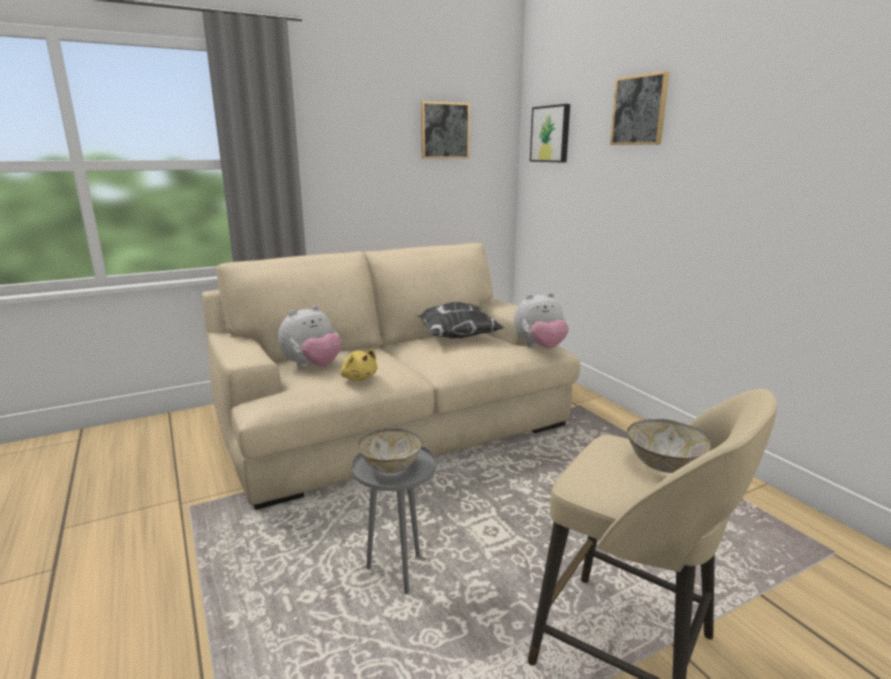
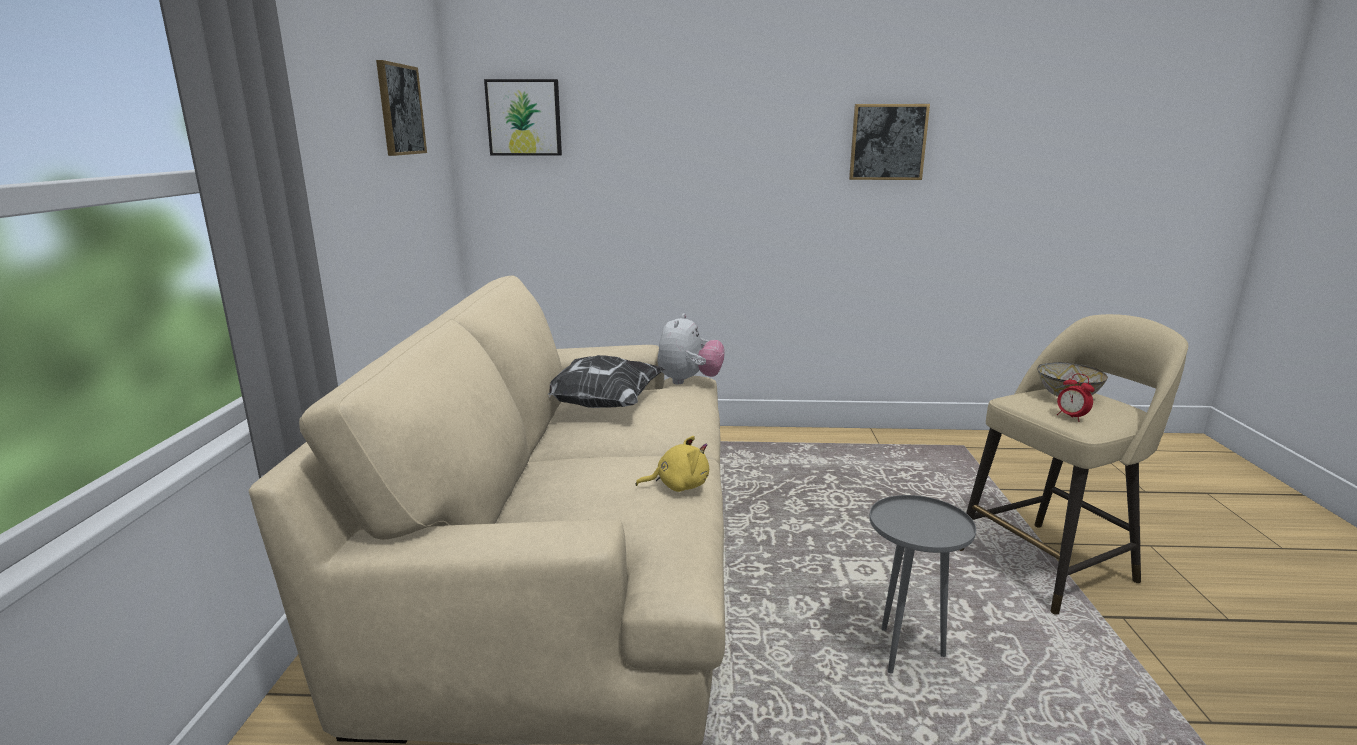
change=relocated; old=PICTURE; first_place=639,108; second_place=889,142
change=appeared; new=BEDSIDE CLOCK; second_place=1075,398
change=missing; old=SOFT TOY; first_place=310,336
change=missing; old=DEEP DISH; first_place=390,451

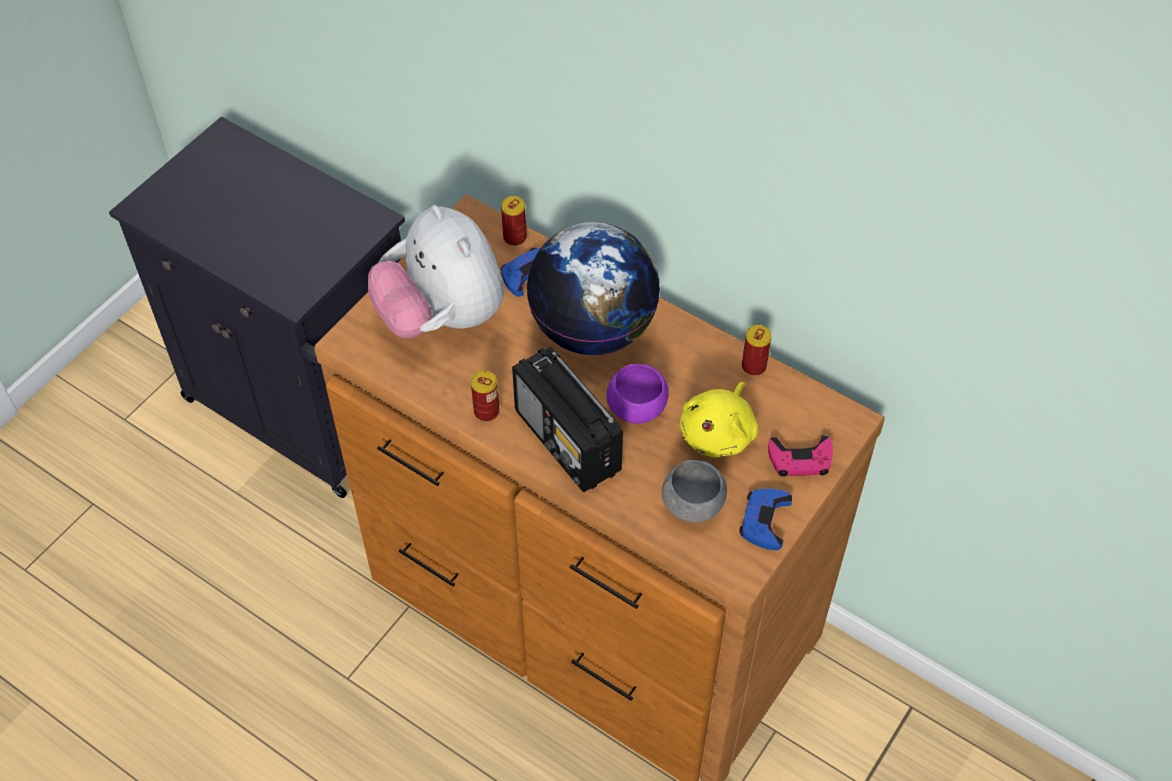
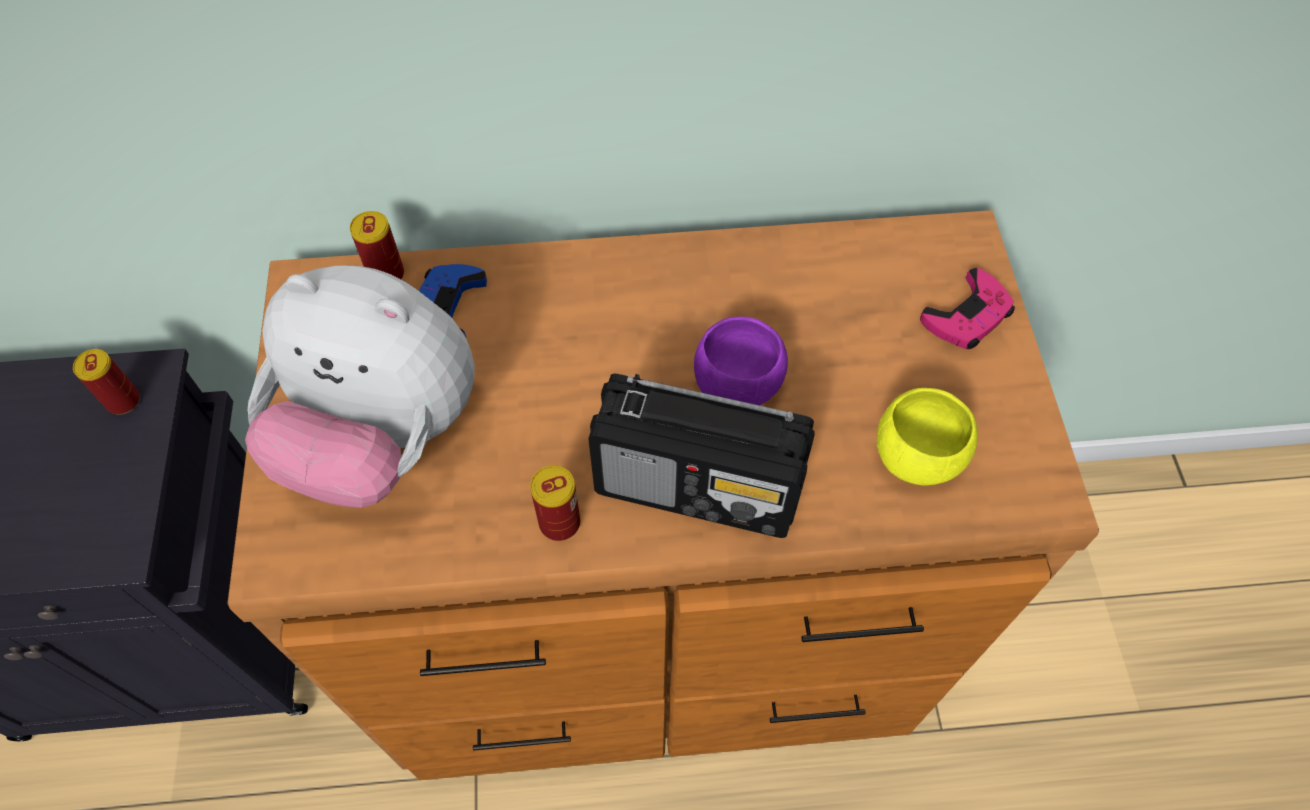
change=relocated; old=CAN; first_place=757,350; second_place=106,382
change=colour; old=GREY DEEP DISH; new=YELLOW DEEP DISH; first_place=694,491; second_place=927,437
change=missing; old=GLOBE; first_place=593,288
change=missing; old=YELLOW SOFT TOY; first_place=719,420
change=missing; old=BLUE-COLOURED GAME CONTROLLER; first_place=766,519

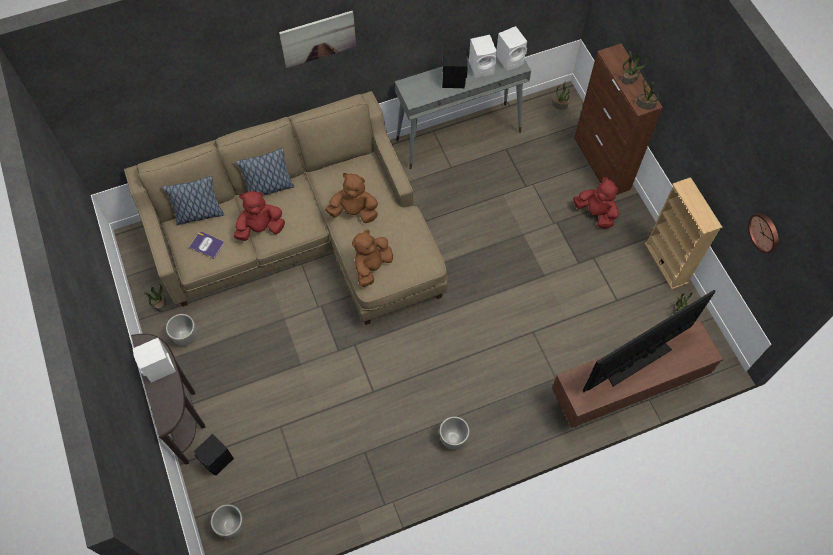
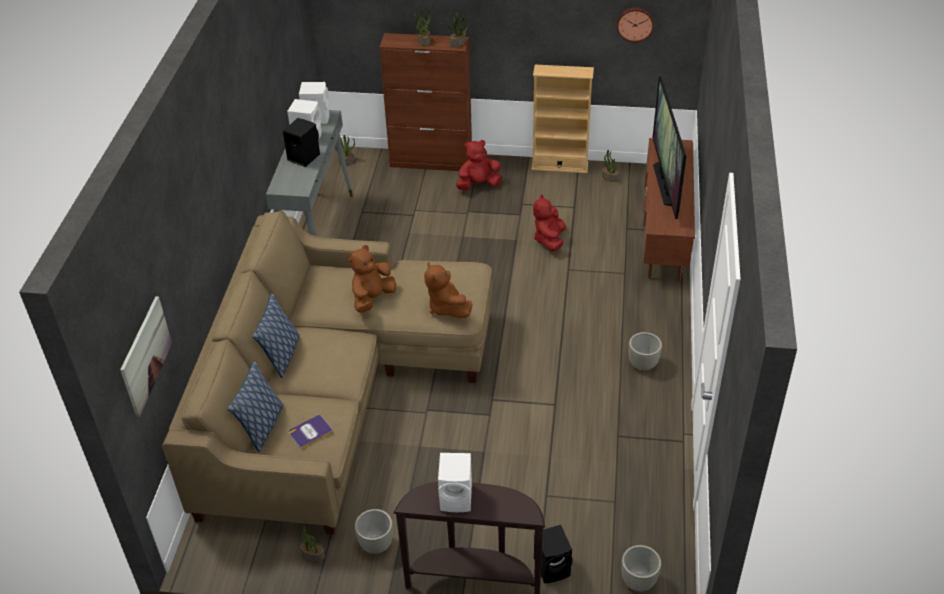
change=relocated; old=PICTURE; first_place=317,39; second_place=146,356
change=relocated; old=RED-COLOURED SOFT TOY; first_place=259,216; second_place=549,223

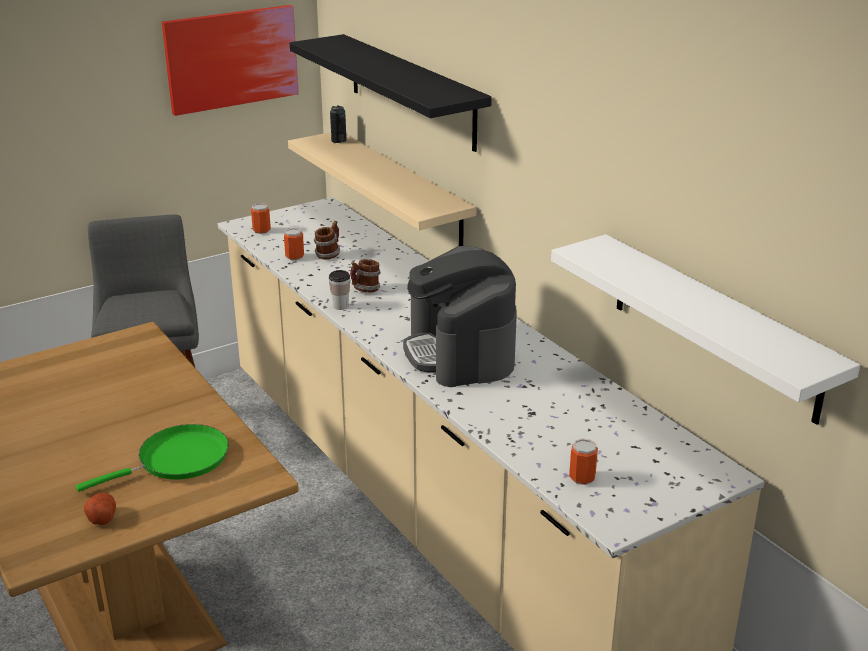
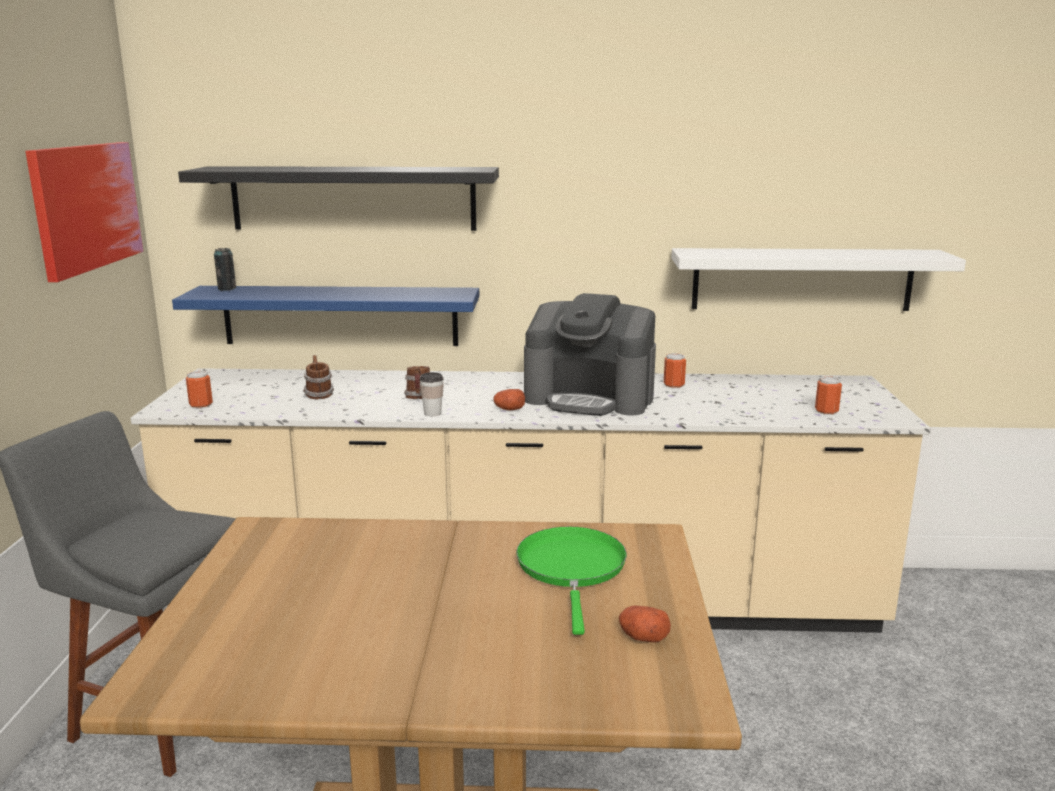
change=colour; old=BEIGE WALL SHELF; new=BLUE-COLOURED WALL SHELF; first_place=382,189; second_place=325,316
change=appeared; new=POTATO; second_place=509,399
change=relocated; old=CAN; first_place=294,244; second_place=675,370

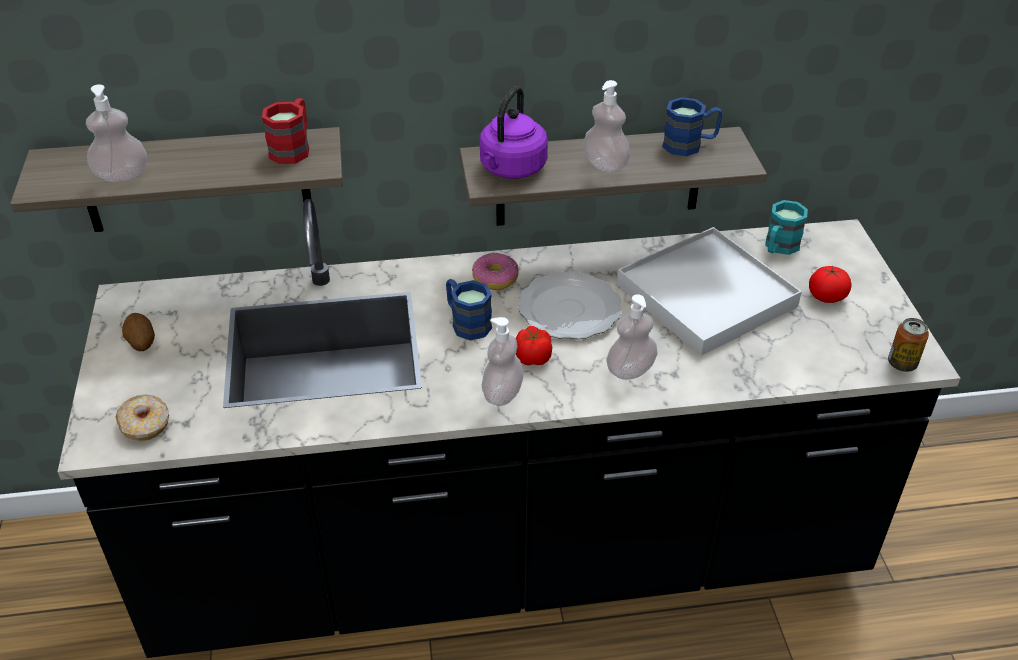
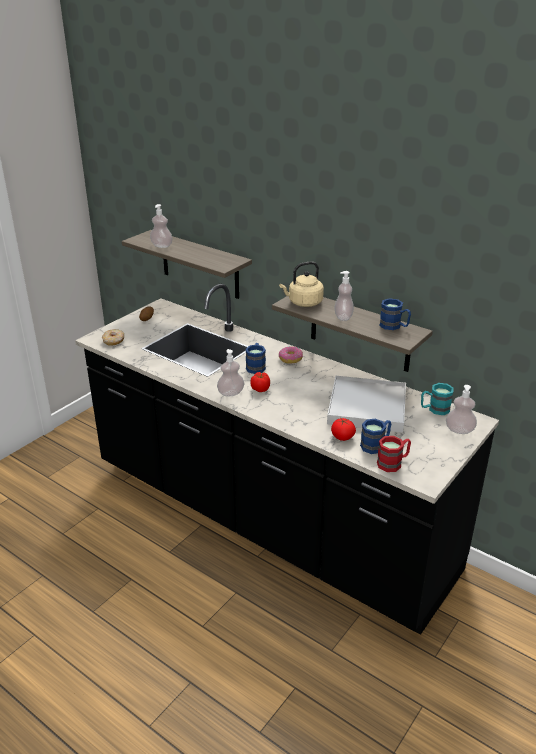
change=colour; old=PURPLE-COLOURED TEA KETTLE; new=BEIGE TEA KETTLE; first_place=514,132; second_place=301,284
change=relocated; old=FRESH TOMATO; first_place=830,284; second_place=343,429
change=appeared; new=BLUE-COLOURED COFFEE MUG; second_place=375,436
change=relocated; old=RED-COLOURED COFFEE MUG; first_place=285,131; second_place=394,454
change=relocated; old=SOAP BOTTLE; first_place=631,337; second_place=461,409
change=missing; old=PLATE; first_place=570,305
change=missing; old=CAN; first_place=908,345

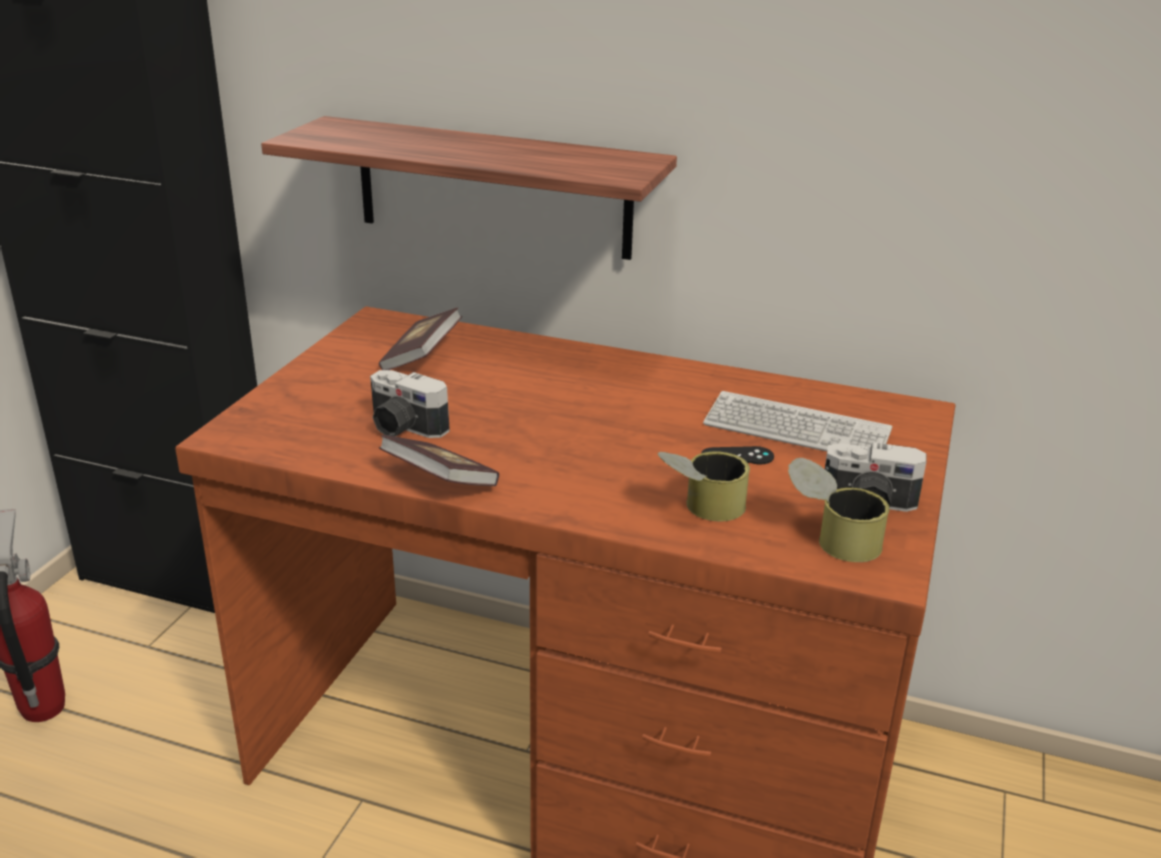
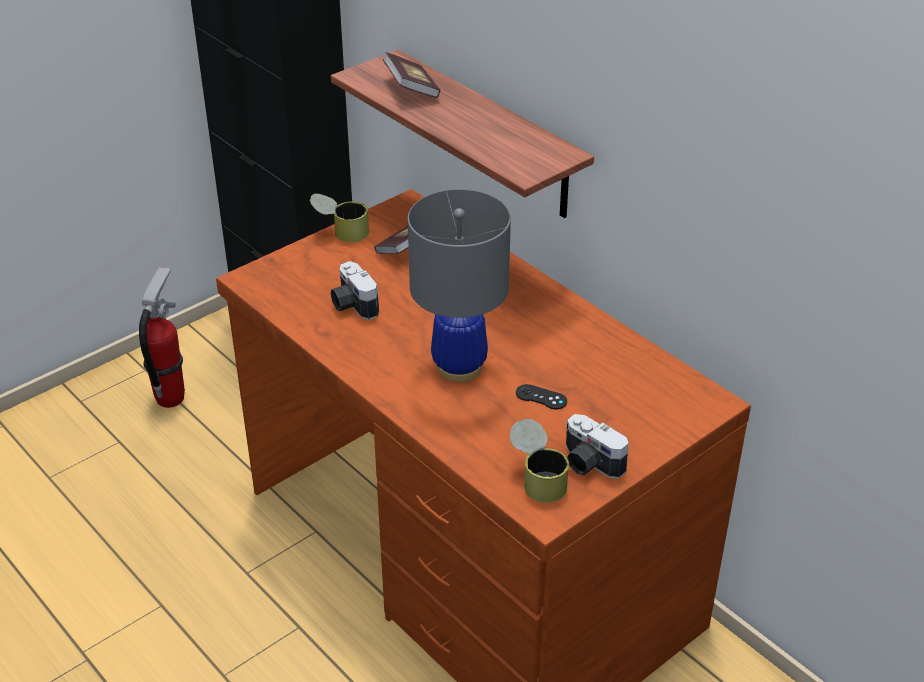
change=relocated; old=CAN; first_place=704,486; second_place=339,218
change=relocated; old=BOOK; first_place=439,460; second_place=411,75
change=appeared; new=GREY TABLETOP LAMP; second_place=459,285
change=missing; old=COMPUTER KEYBOARD; first_place=797,421

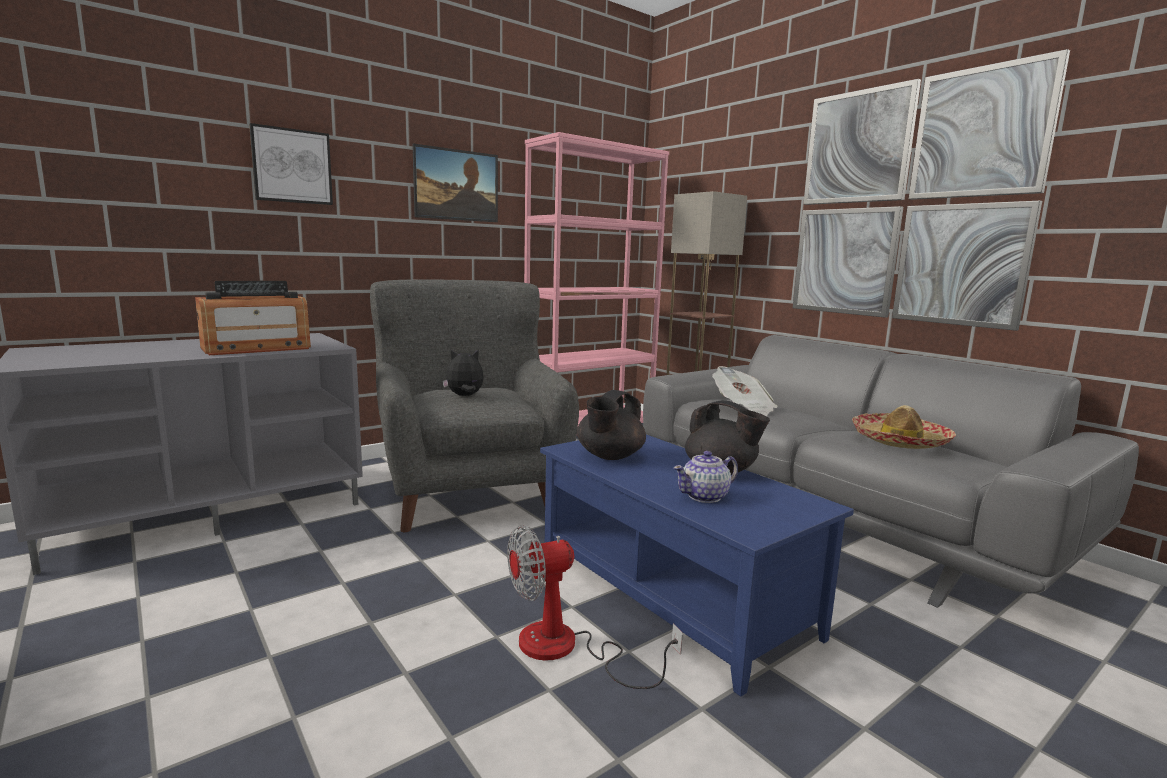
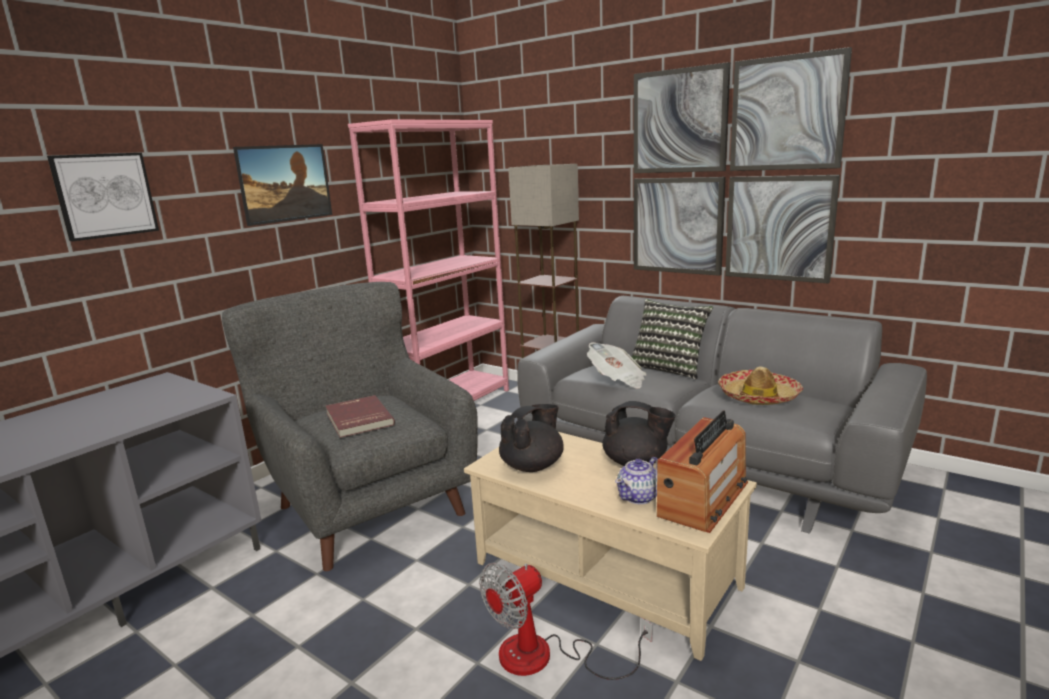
change=exchanged; old=SOFT TOY; new=RED-COLOURED BOOK; first_place=463,372; second_place=360,416
change=colour; old=BLUE-COLOURED COFFEE TABLE; new=BEIGE COFFEE TABLE; first_place=697,565; second_place=610,546
change=spun; old=BLACK-COLOURED TEA POT; first_place=611,425; second_place=531,438; degrees=-150
change=appeared; new=PILLOW; second_place=672,339
change=relocated; old=RADIO RECEIVER; first_place=253,317; second_place=702,472

